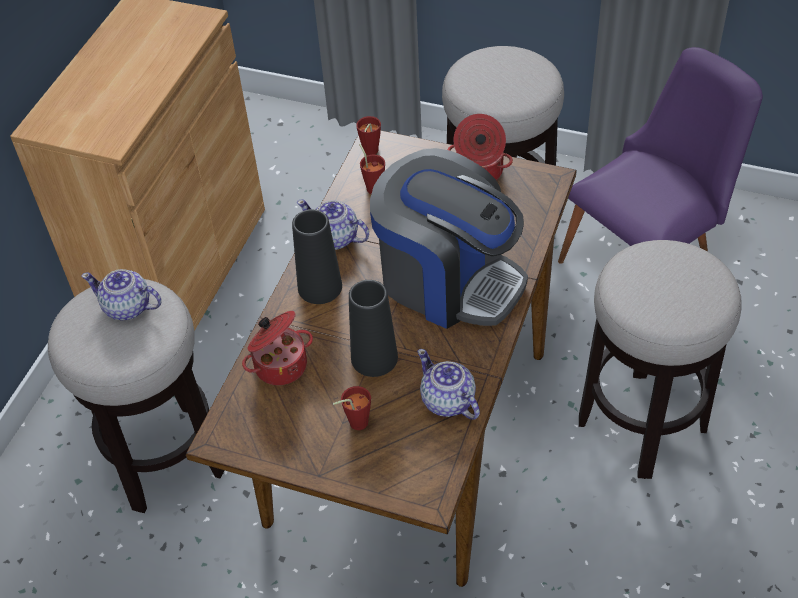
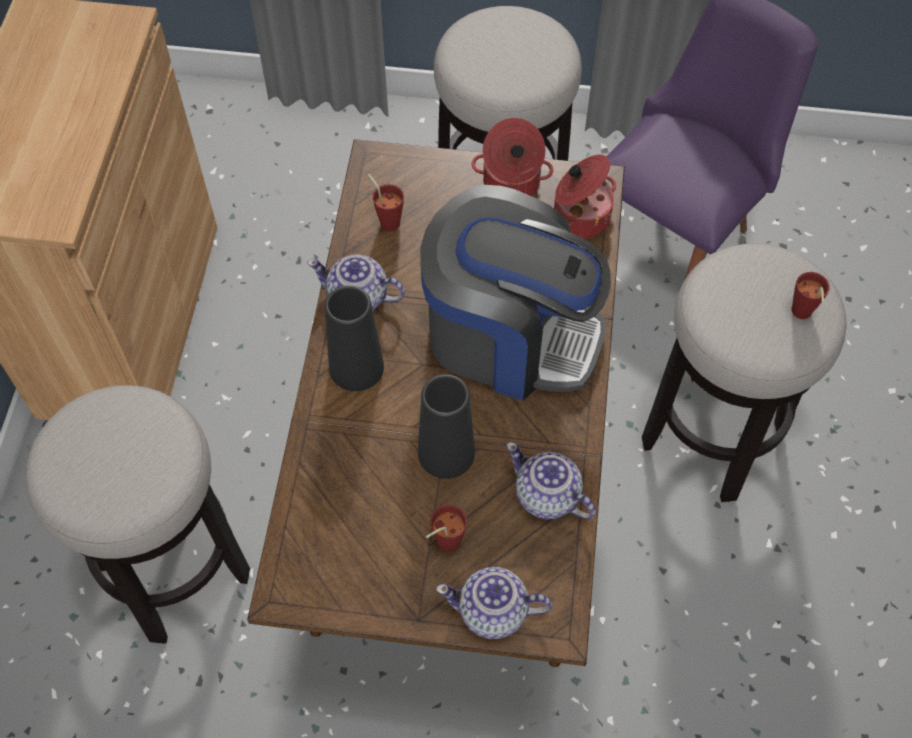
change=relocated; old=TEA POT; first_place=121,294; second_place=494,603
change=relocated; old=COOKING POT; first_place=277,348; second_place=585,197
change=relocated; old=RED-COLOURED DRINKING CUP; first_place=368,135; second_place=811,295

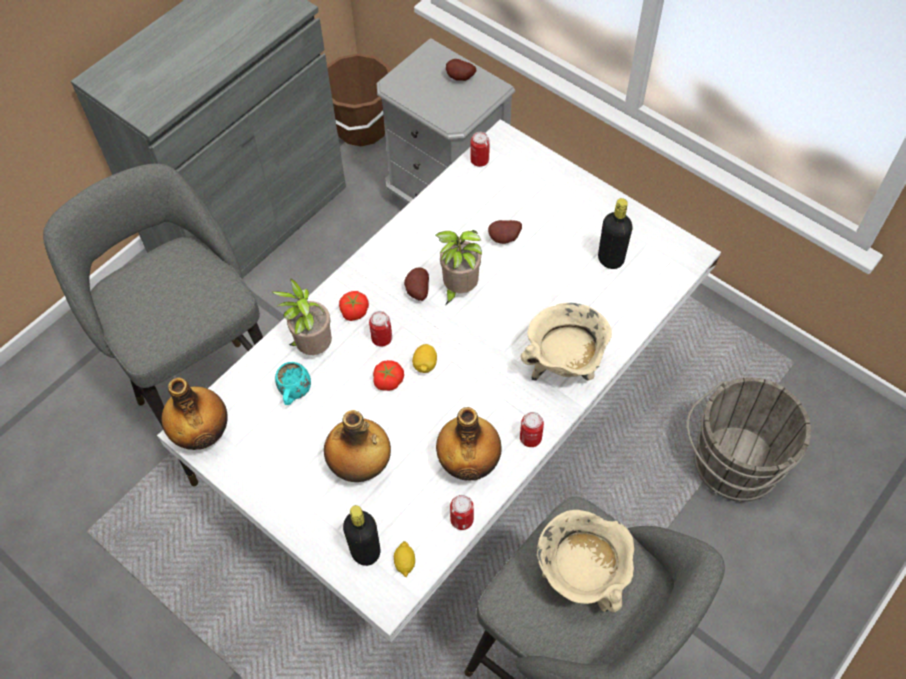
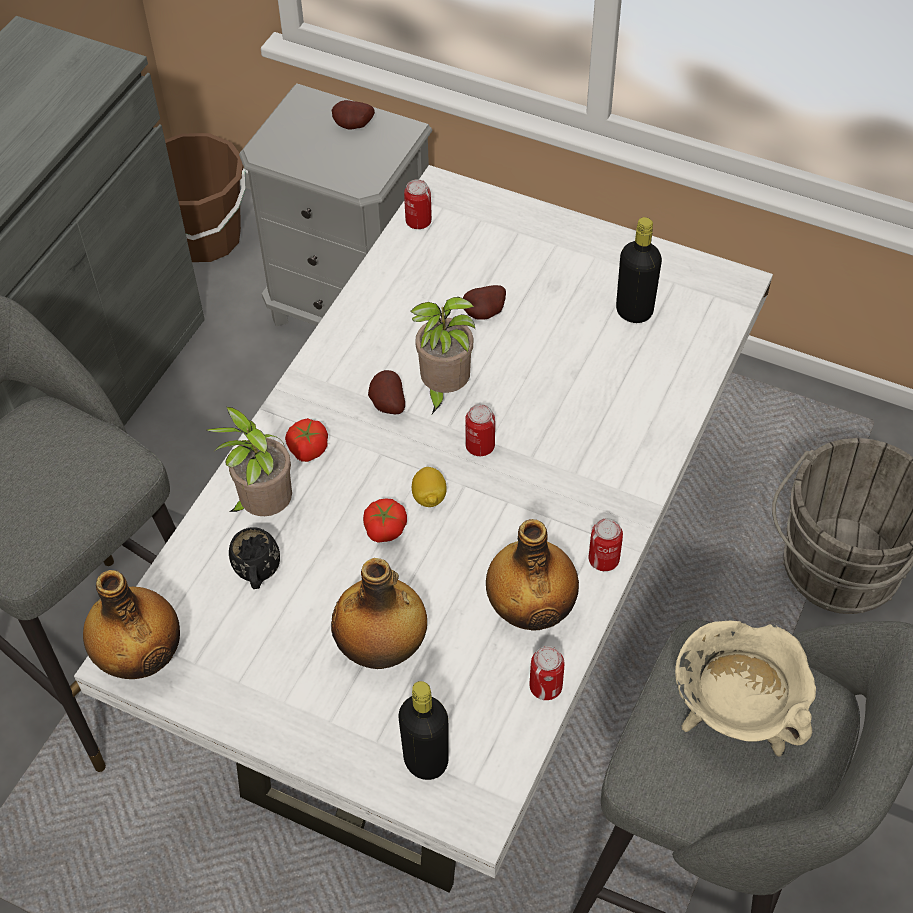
change=colour; old=TURQUOISE COFFEE MUG; new=BLACK-COLOURED COFFEE MUG; first_place=293,383; second_place=254,558
change=relocated; old=CAN; first_place=380,329; second_place=480,430
change=missing; old=LEMON; first_place=404,559
change=missing; old=BEIGE COOKING POT; first_place=566,342

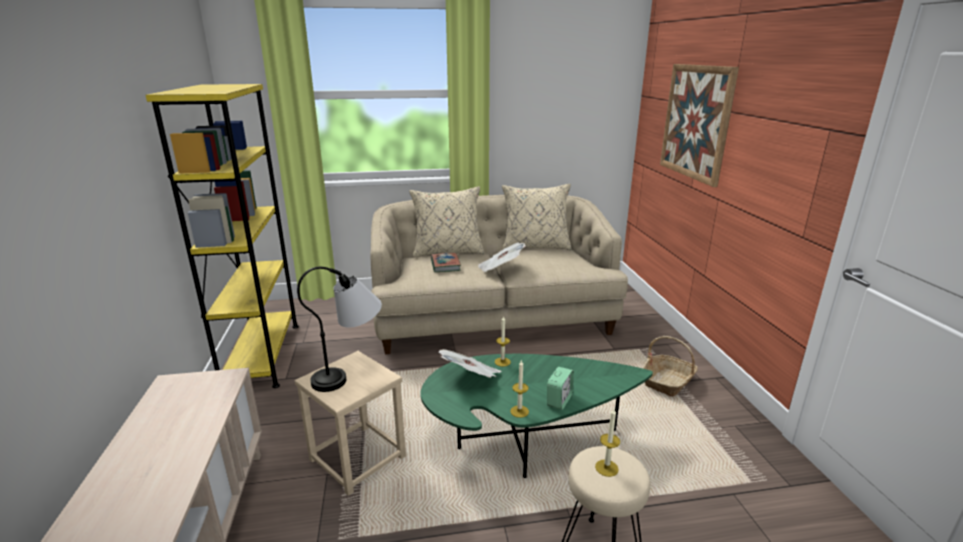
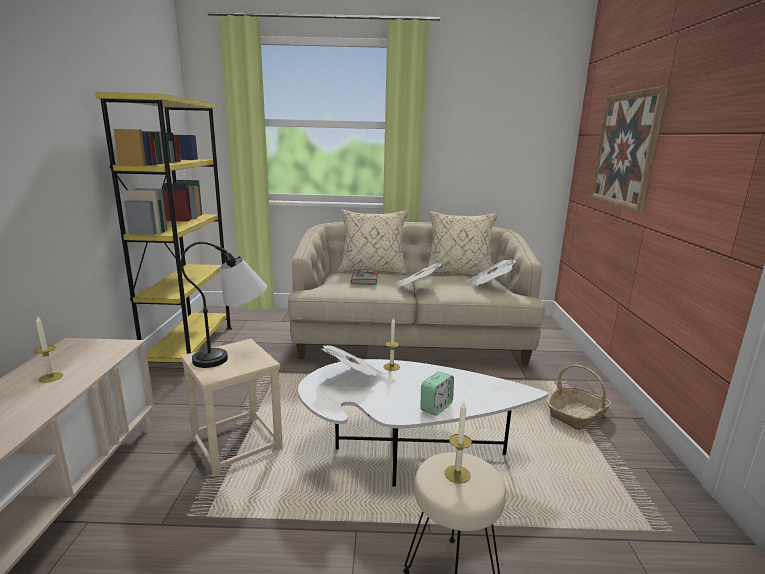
change=relocated; old=CANDLE; first_place=519,389; second_place=48,349
change=colour; old=GREEN-COLOURED COFFEE TABLE; new=WHITE-COLOURED COFFEE TABLE; first_place=536,416; second_place=423,423
change=appeared; new=PRINTED PAPER; second_place=491,273

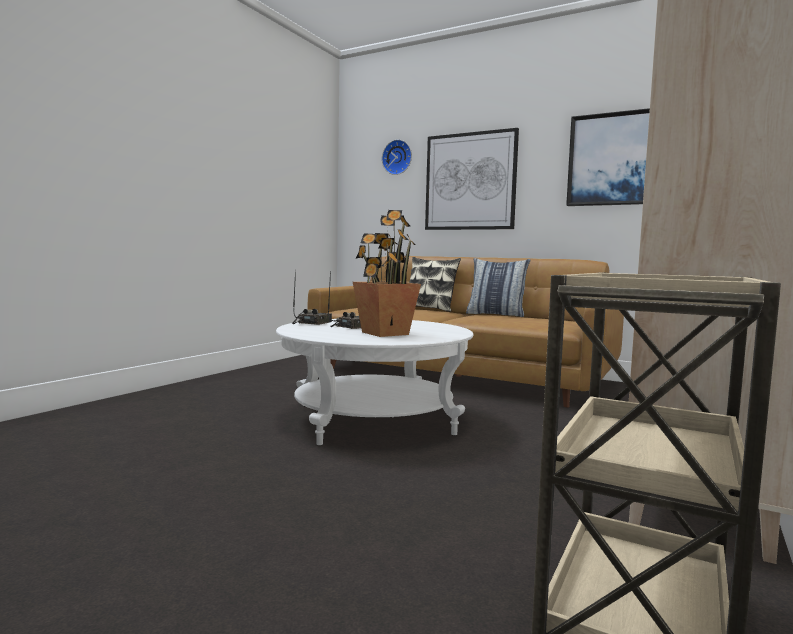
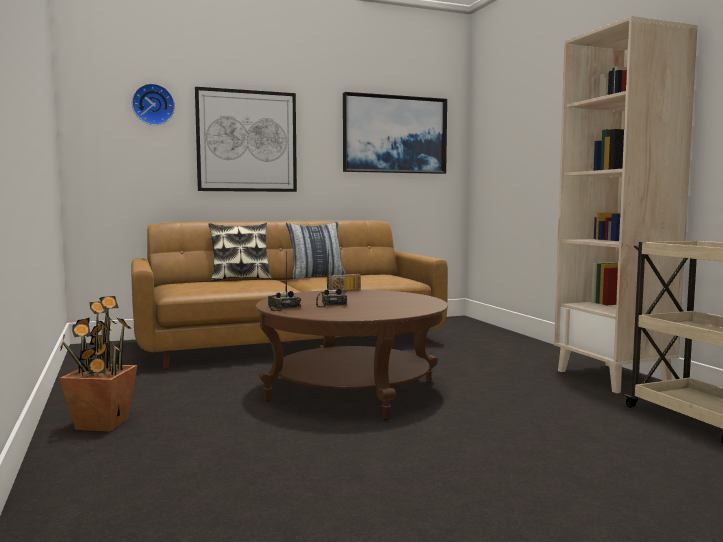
change=relocated; old=HOUSEPLANT; first_place=387,273; second_place=98,363
change=colour; old=WHITE-COLOURED COFFEE TABLE; new=BROWN COFFEE TABLE; first_place=374,382; second_place=352,355
change=appeared; new=RADIO RECEIVER; second_place=343,283

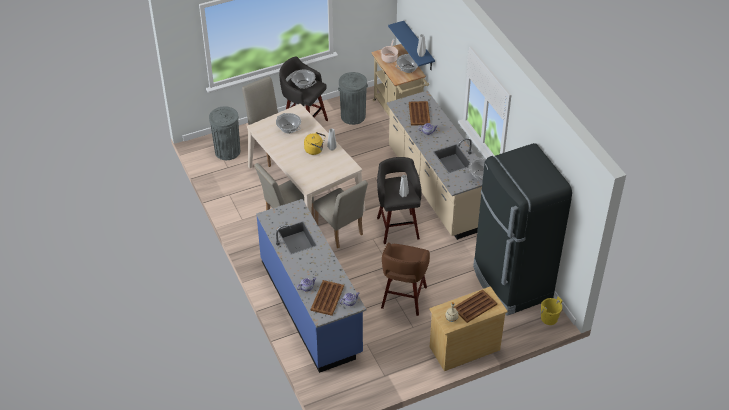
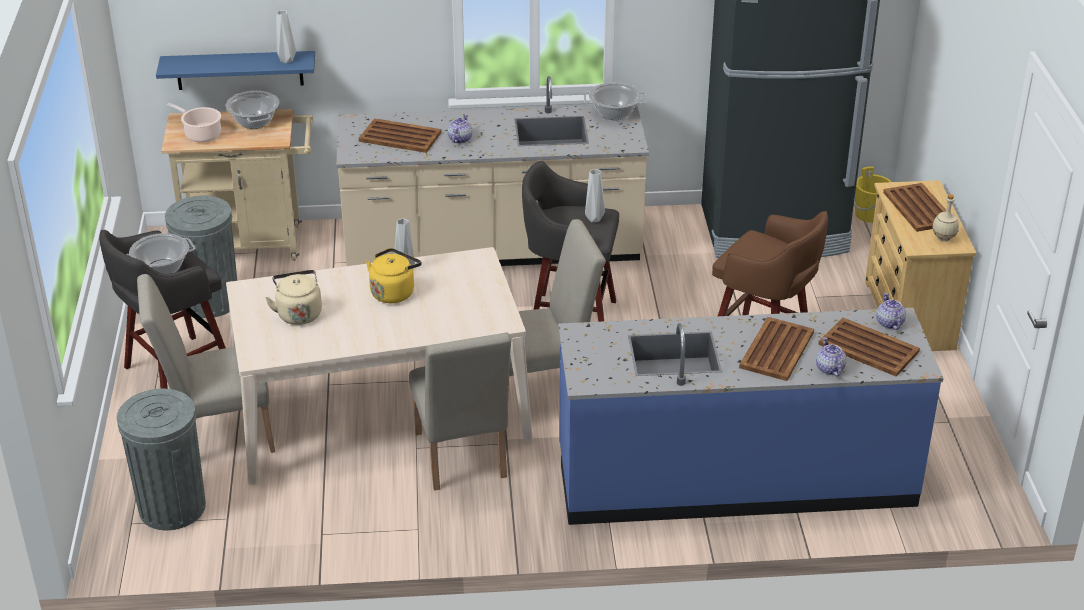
change=exchanged; old=COOKING POT; new=BEIGE TEA KETTLE; first_place=288,123; second_place=293,297
change=appeared; new=BROWN TRAY; second_place=776,349

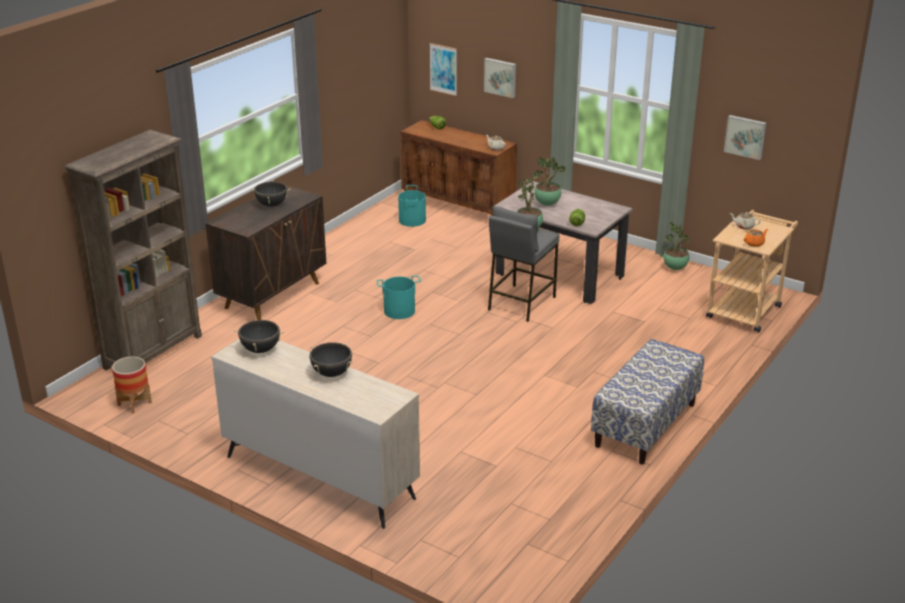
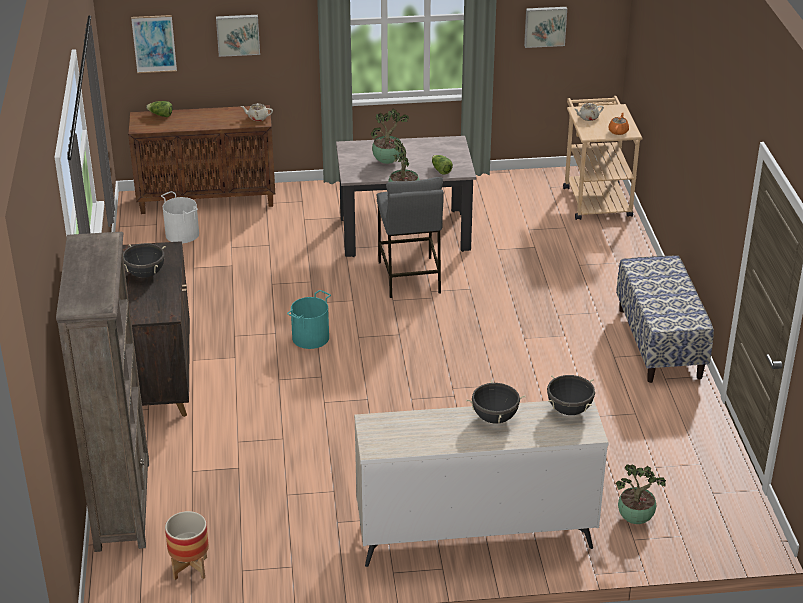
change=colour; old=TURQUOISE PAIL; new=WHITE-COLOURED PAIL; first_place=412,206; second_place=180,217
change=relocated; old=BLACK-COLOURED COOKING POT; first_place=258,335; second_place=571,395
change=relocated; old=HOUSEPLANT; first_place=676,246; second_place=640,494

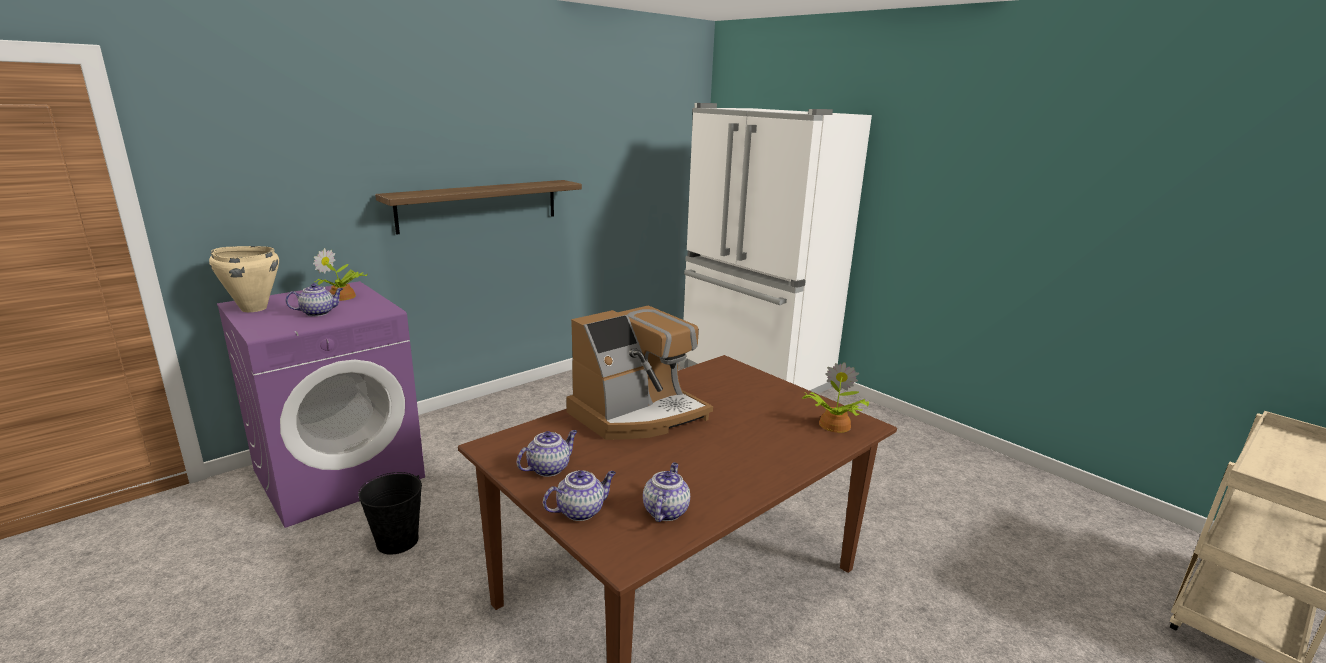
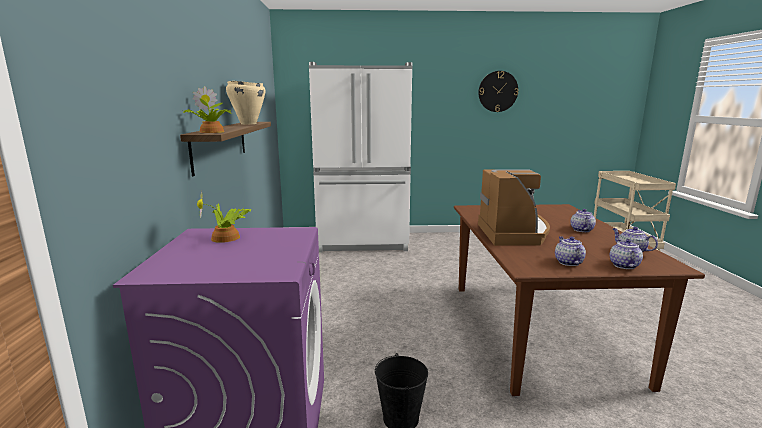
change=relocated; old=HOUSEPLANT; first_place=835,397; second_place=207,109
change=relocated; old=BEIGE COOKING POT; first_place=244,279; second_place=245,102
change=appeared; new=WALL CLOCK; second_place=498,91
change=relocated; old=TEA POT; first_place=314,299; second_place=583,220

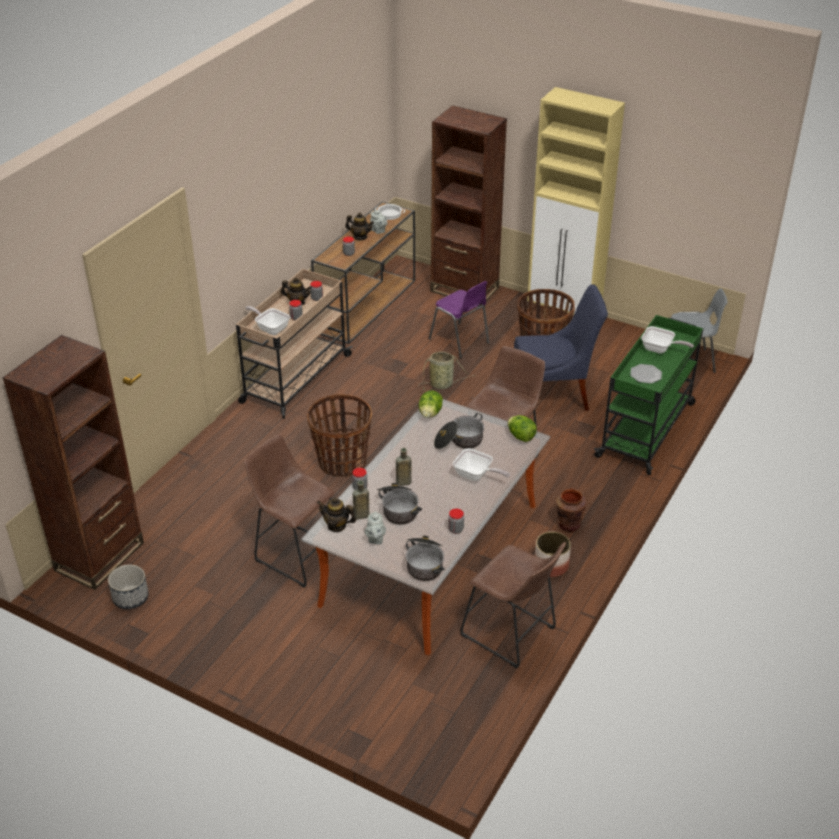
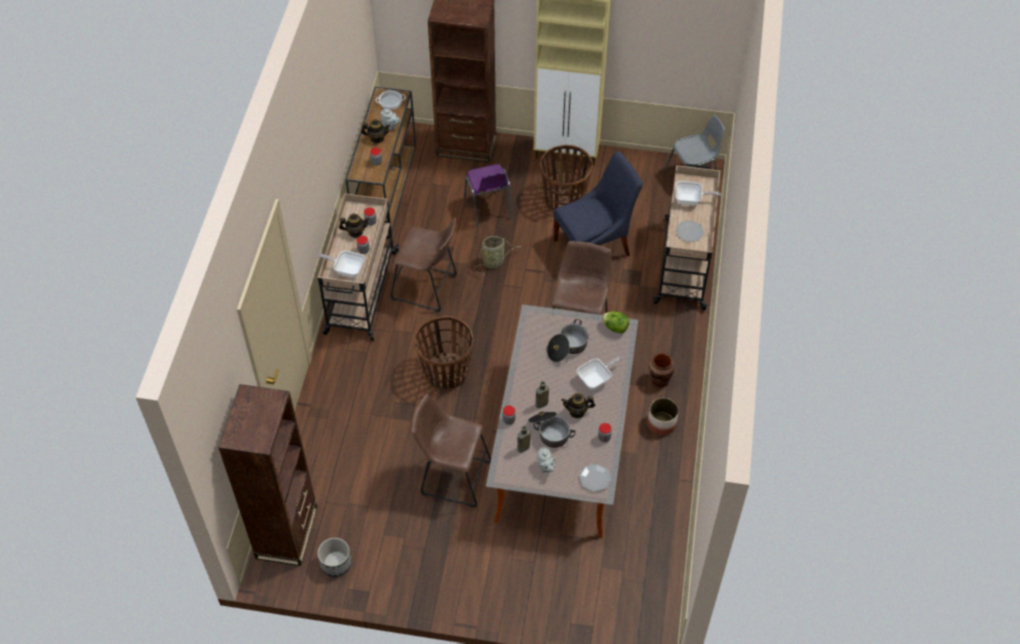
change=relocated; old=BROWN STOOL SEAT; first_place=513,605; second_place=424,265
change=spun; old=PURPLE-COLOURED PLAIN CHAIR; first_place=459,319; second_place=488,195; degrees=45
change=relocated; old=TEA POT; first_place=336,515; second_place=578,405
change=spun; old=PAN; first_place=481,464; second_place=600,373; degrees=-45
change=exchanged; old=COOKING POT; new=PLATE; first_place=425,558; second_place=595,477
change=colour; old=GREEN-COLOURED TROLLEY; new=BEIGE TROLLEY; first_place=648,395; second_place=686,237
change=missing; old=LETTUCE HEAD; first_place=430,404

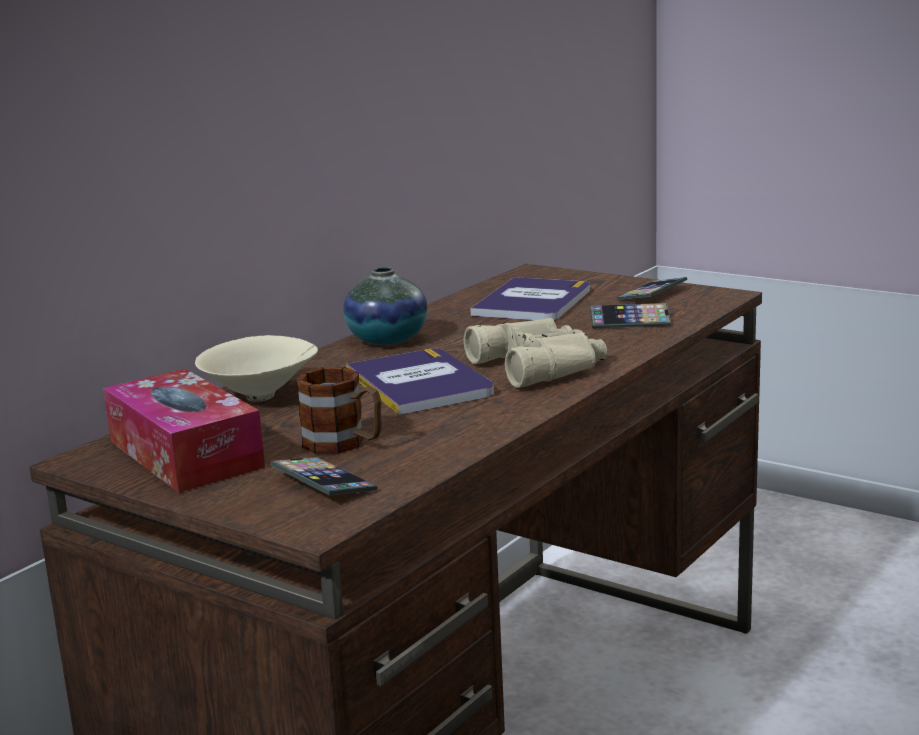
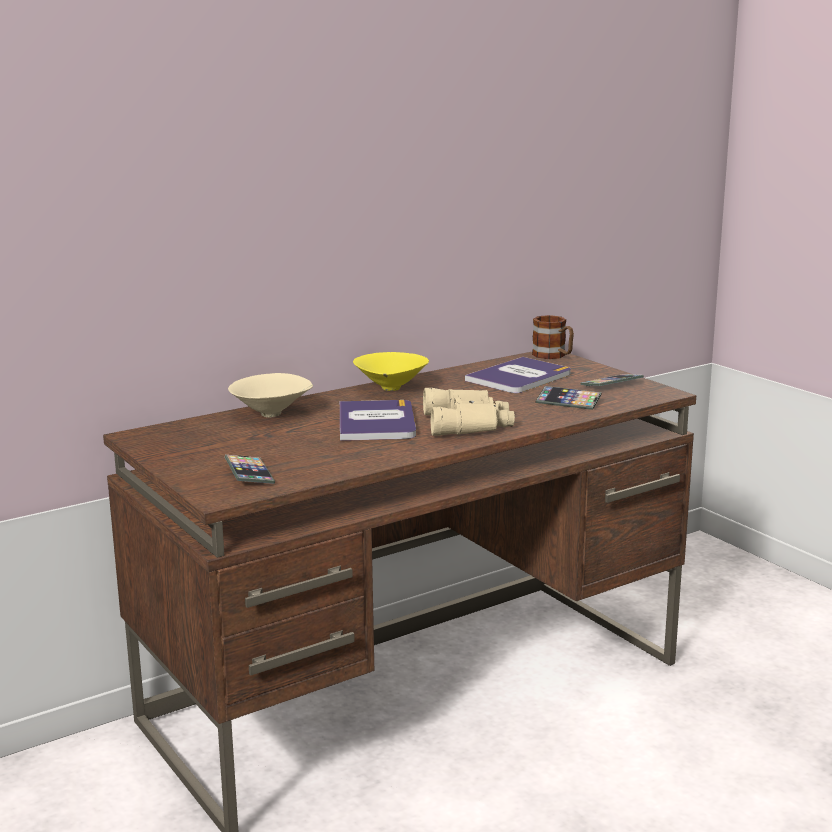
change=exchanged; old=DECORATIVE VASE; new=YELLOW DEEP DISH; first_place=385,306; second_place=391,371
change=relocated; old=COFFEE MUG; first_place=339,410; second_place=553,337
change=missing; old=BOX OF TISSUES; first_place=184,431

